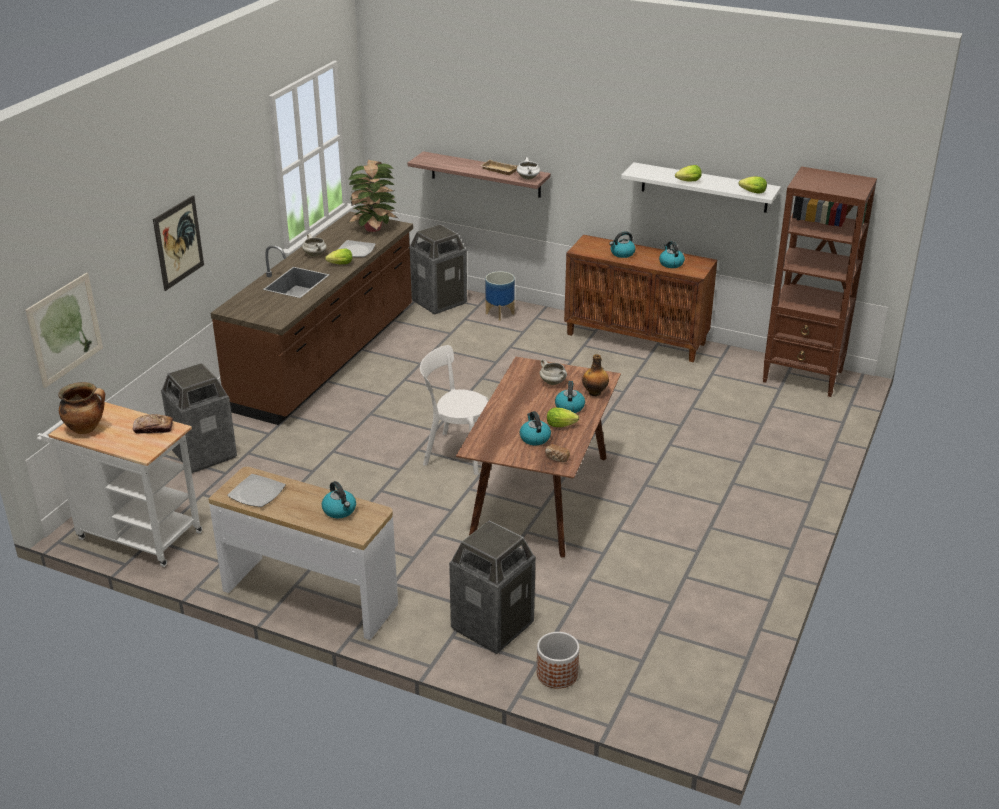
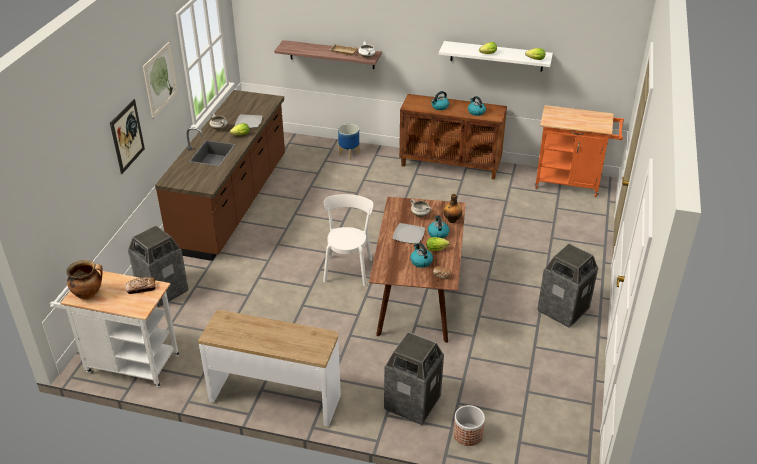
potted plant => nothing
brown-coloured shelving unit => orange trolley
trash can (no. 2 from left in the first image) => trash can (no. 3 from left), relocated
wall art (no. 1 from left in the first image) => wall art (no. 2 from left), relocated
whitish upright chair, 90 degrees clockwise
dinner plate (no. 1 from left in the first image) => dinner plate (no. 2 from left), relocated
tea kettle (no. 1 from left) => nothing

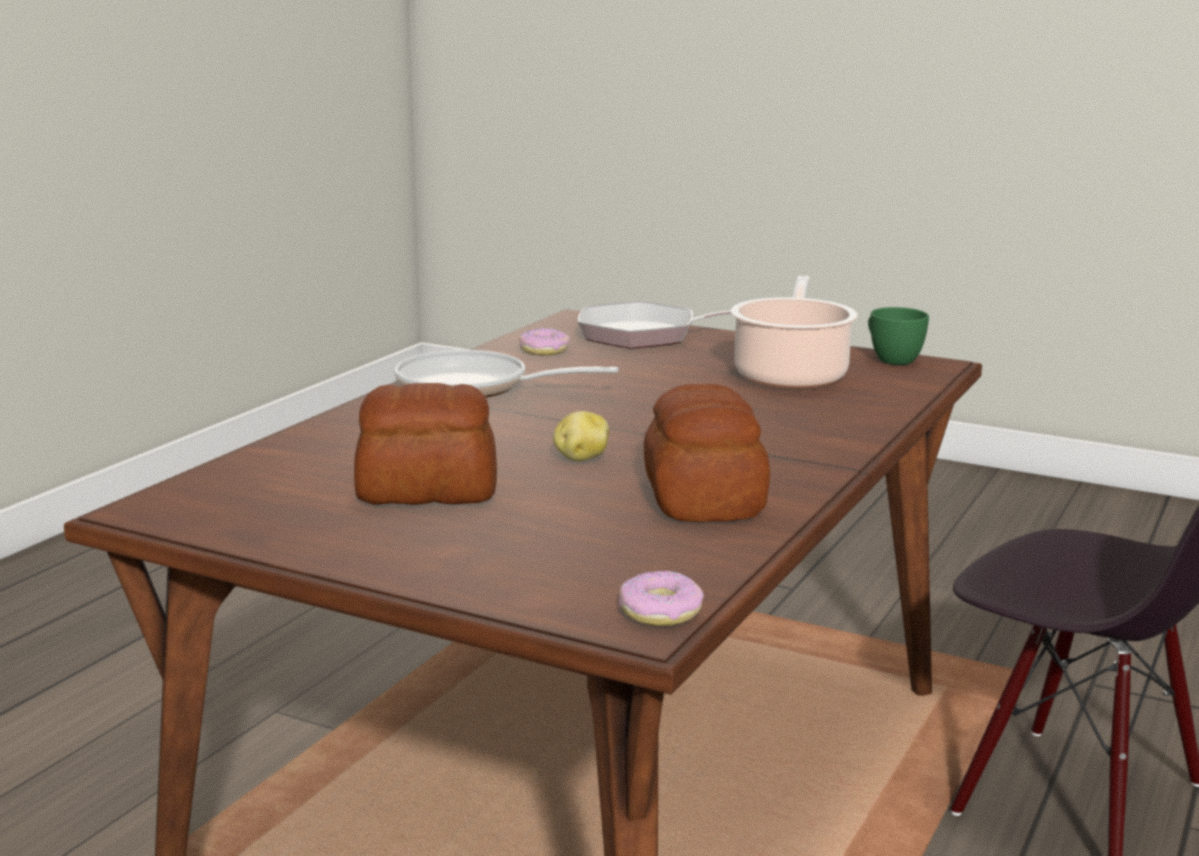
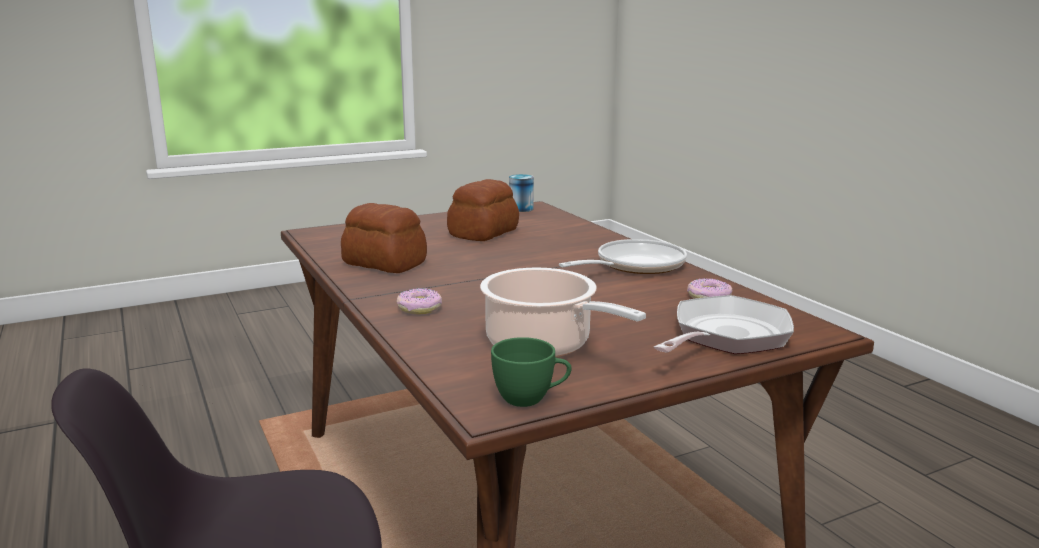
potato => nothing
ring doughnut (no. 2 from left in the first image) => ring doughnut (no. 1 from left), relocated
nothing => can

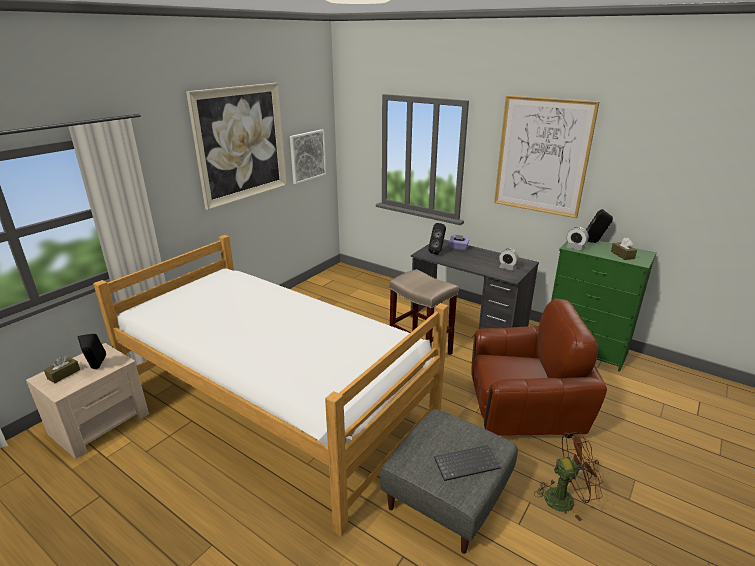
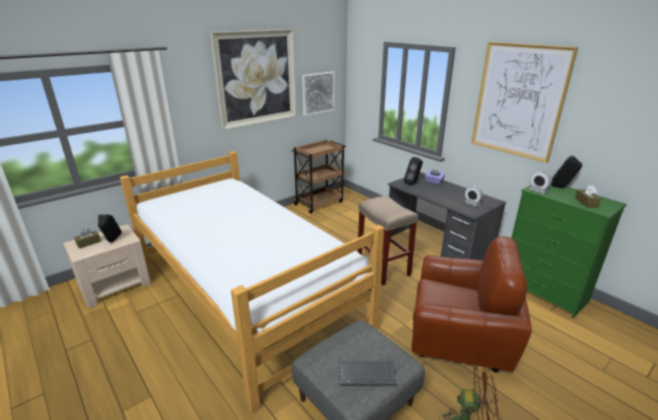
nothing => brown-coloured trolley

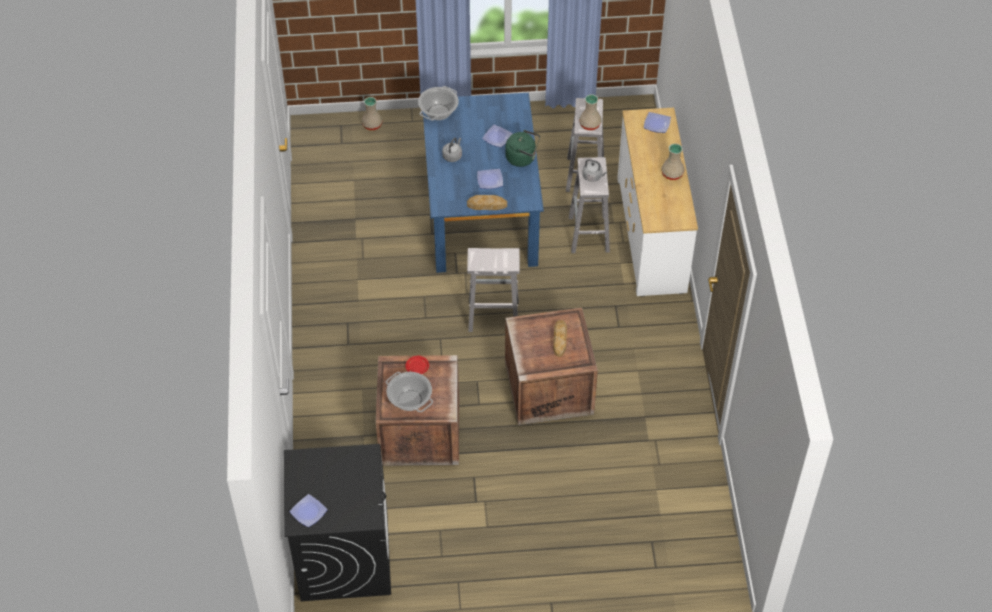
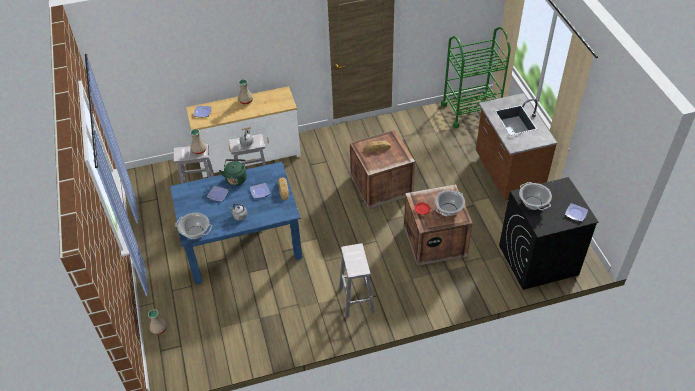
whitish sitting stool (no. 1 from left in the first image) => whitish sitting stool (no. 3 from left), relocated
nothing => green-coloured trolley
nothing => brown-coloured kitchen counter
nothing => cooking pot (no. 3 from left)

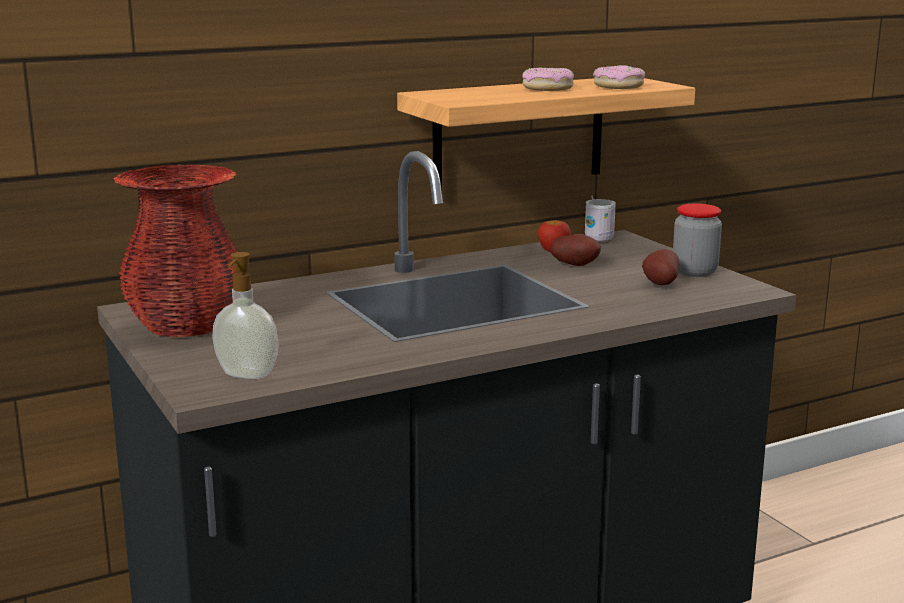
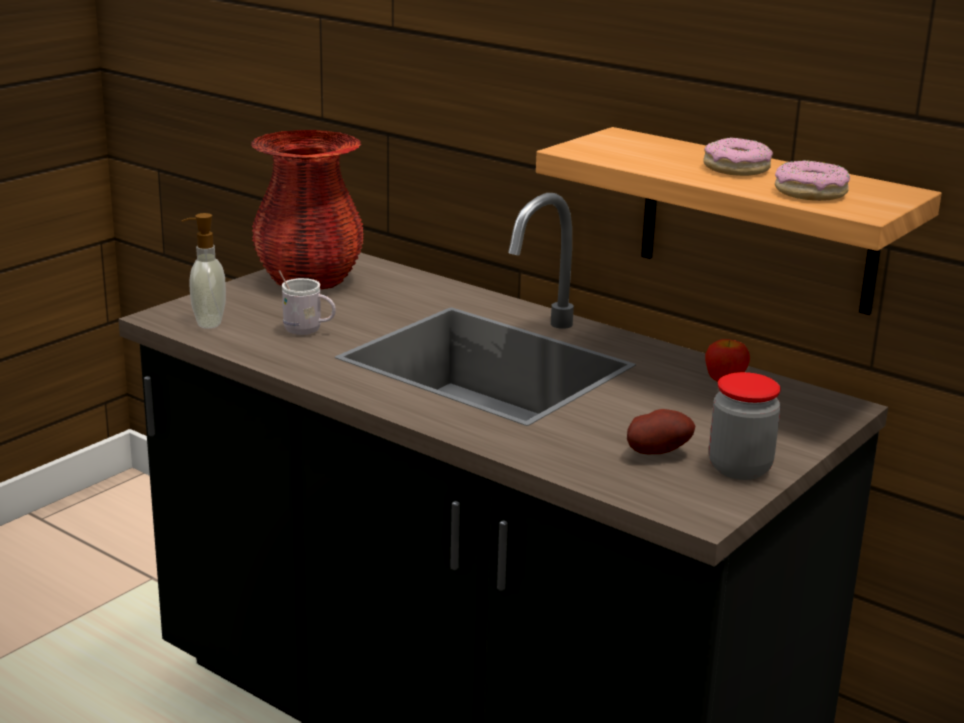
whitish mug, relocated
potato (no. 1 from left) => nothing

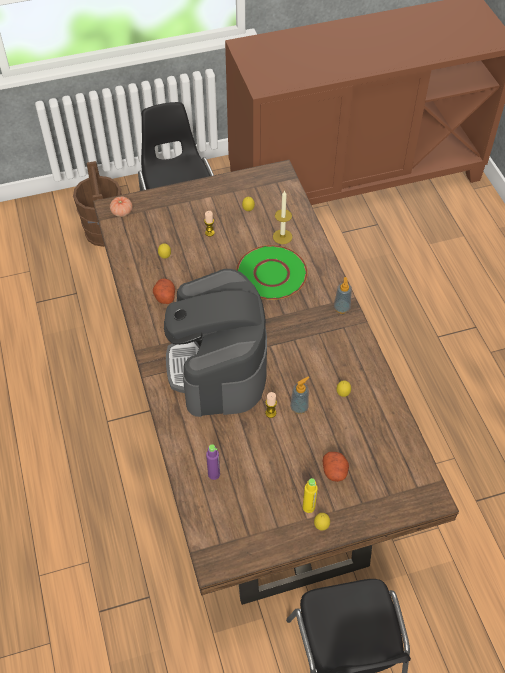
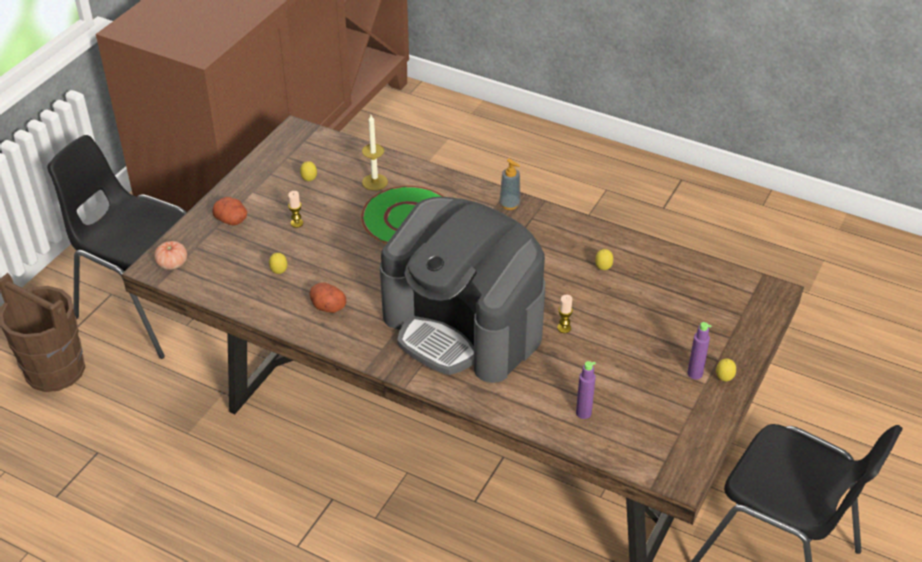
soap dispenser (no. 1 from left) => nothing
potato (no. 2 from left in the first image) => potato (no. 1 from left), relocated
yellowish bottle => purplish bottle (no. 2 from left)

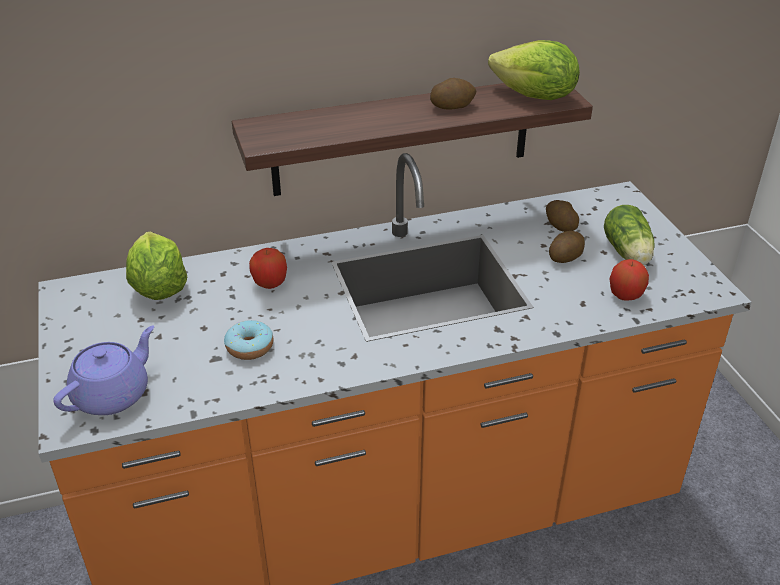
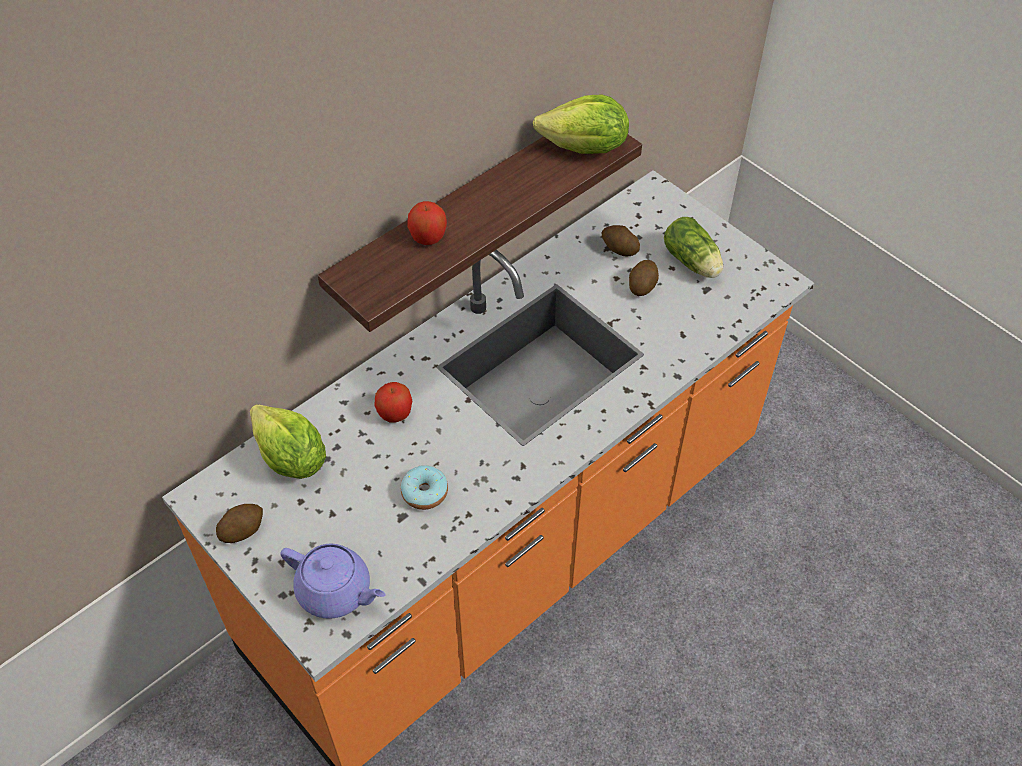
potato (no. 1 from left), relocated
apple (no. 2 from left), relocated
purplish pot for tea, 105 degrees clockwise

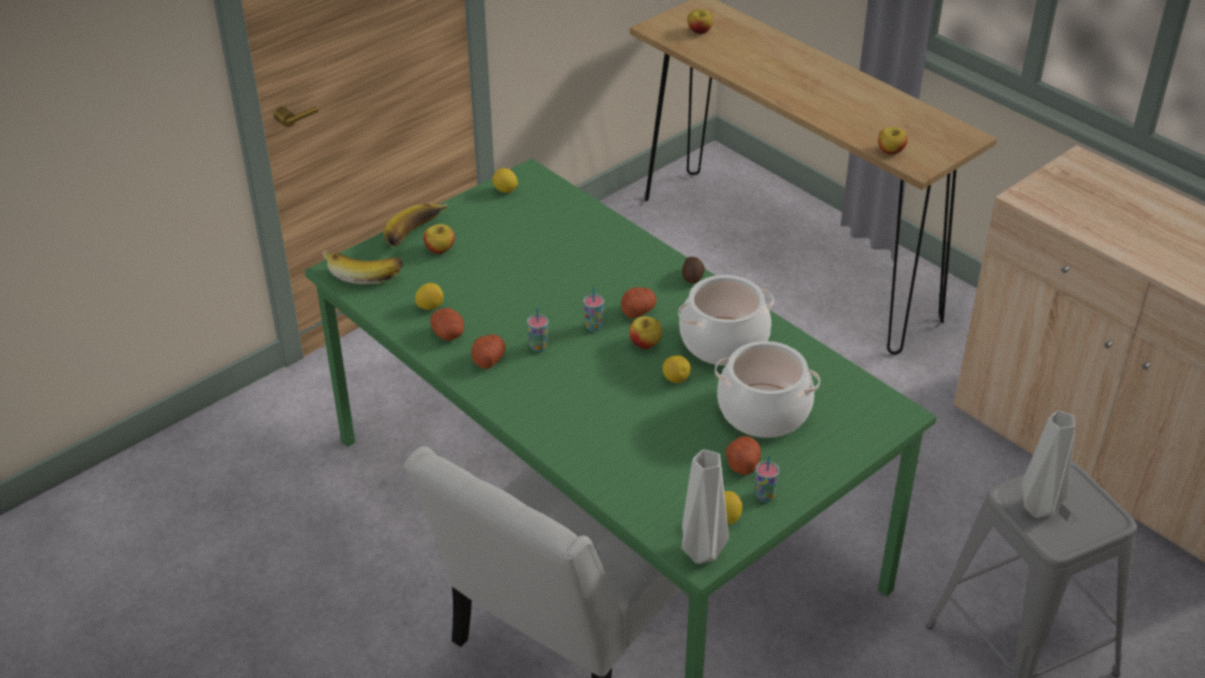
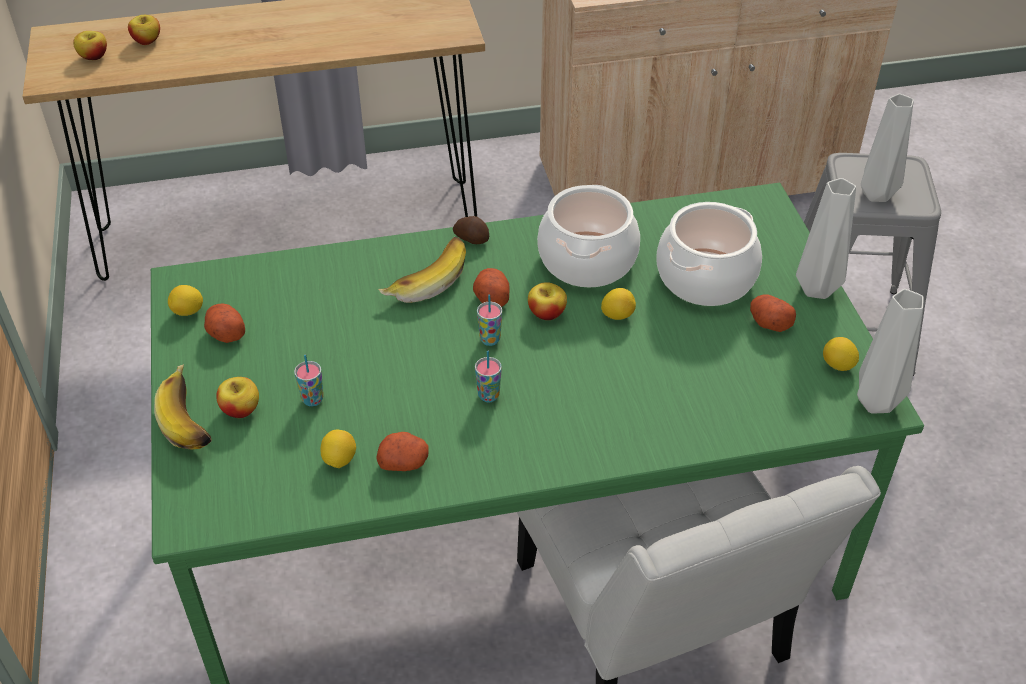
apple (no. 4 from left in the first image) => apple (no. 2 from left), relocated
whole banana (no. 1 from left in the first image) => whole banana (no. 2 from left), relocated
potato (no. 2 from left in the first image) => potato (no. 1 from left), relocated
small cup (no. 3 from left in the first image) => small cup (no. 1 from left), relocated
nothing => grey decorative vase (no. 1 from left)

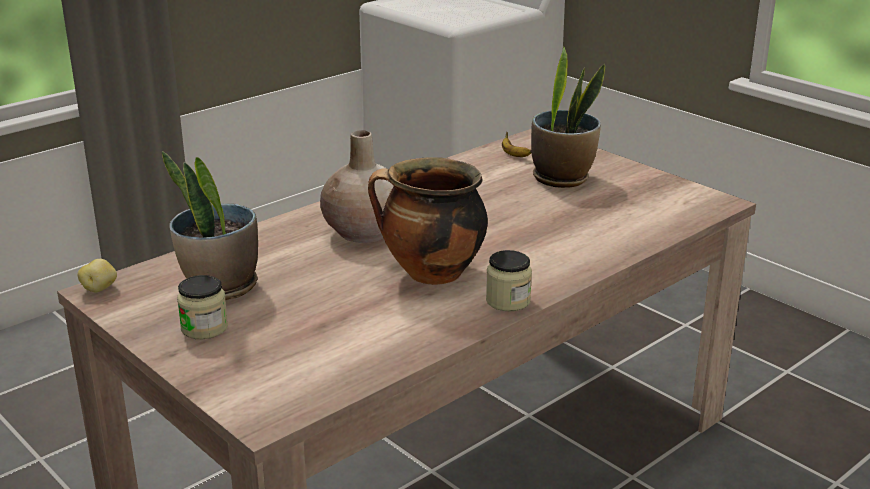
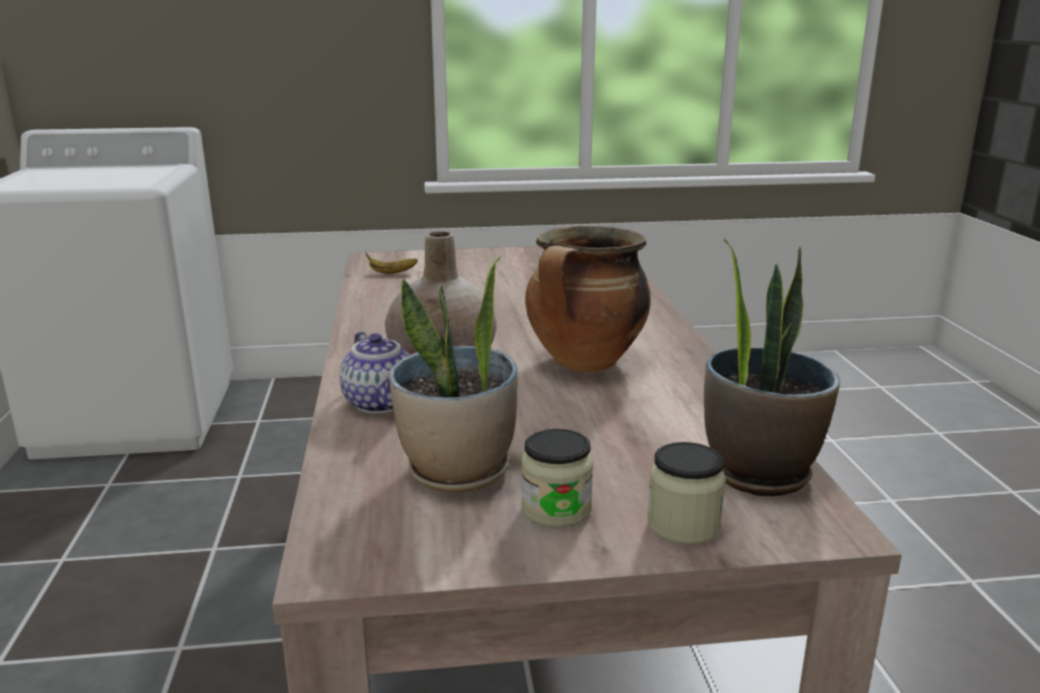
potted plant (no. 2 from left), relocated
preserve jar (no. 2 from left), relocated
potato => nothing
nothing => pot for tea

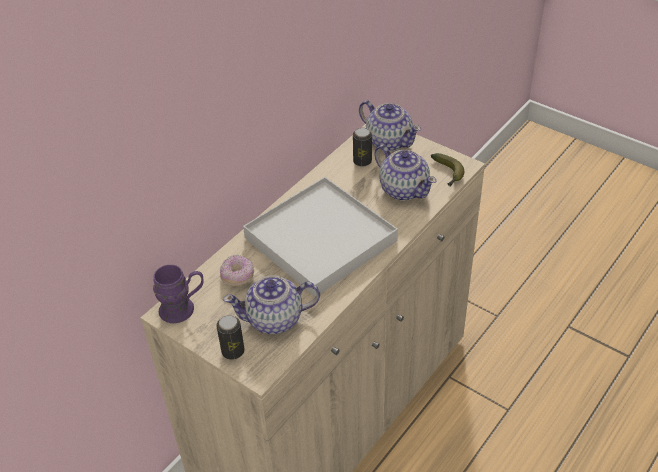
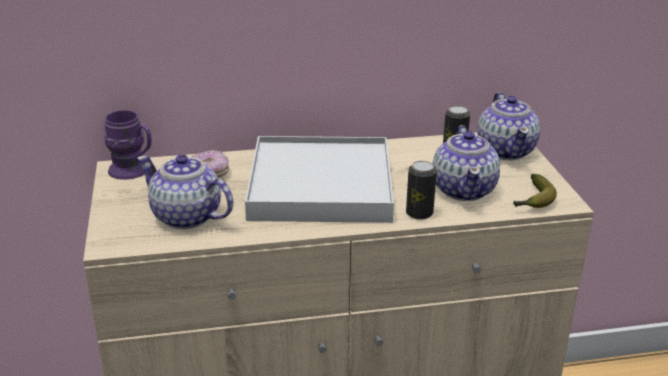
can (no. 1 from left), relocated

